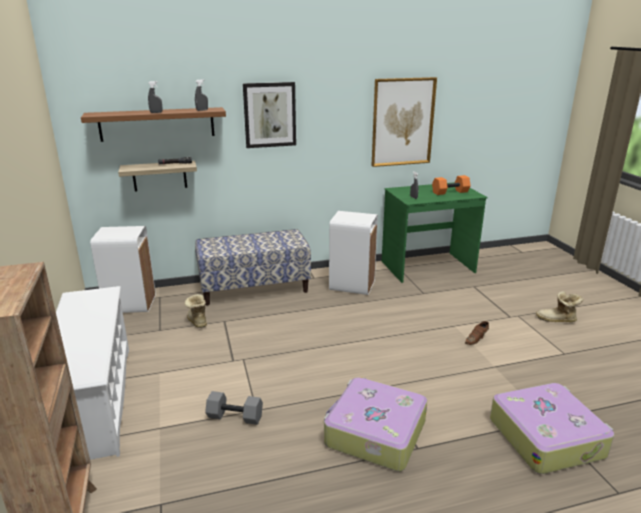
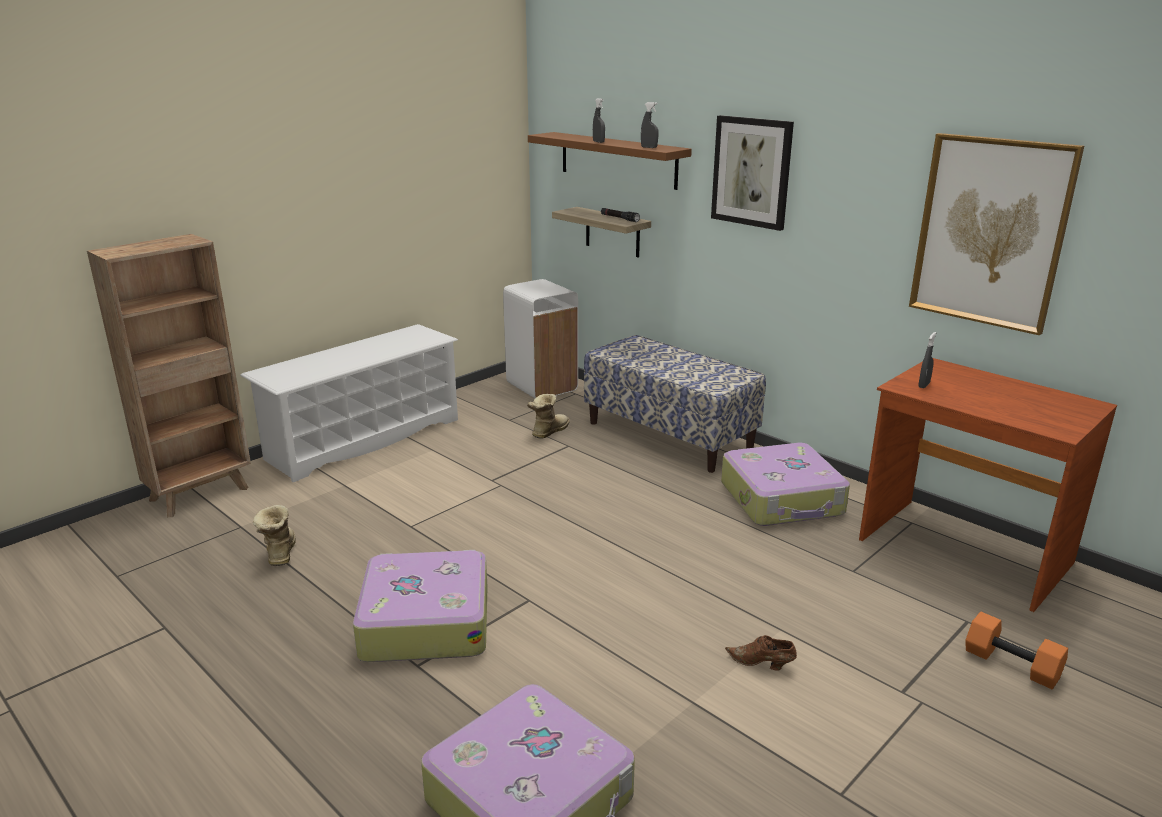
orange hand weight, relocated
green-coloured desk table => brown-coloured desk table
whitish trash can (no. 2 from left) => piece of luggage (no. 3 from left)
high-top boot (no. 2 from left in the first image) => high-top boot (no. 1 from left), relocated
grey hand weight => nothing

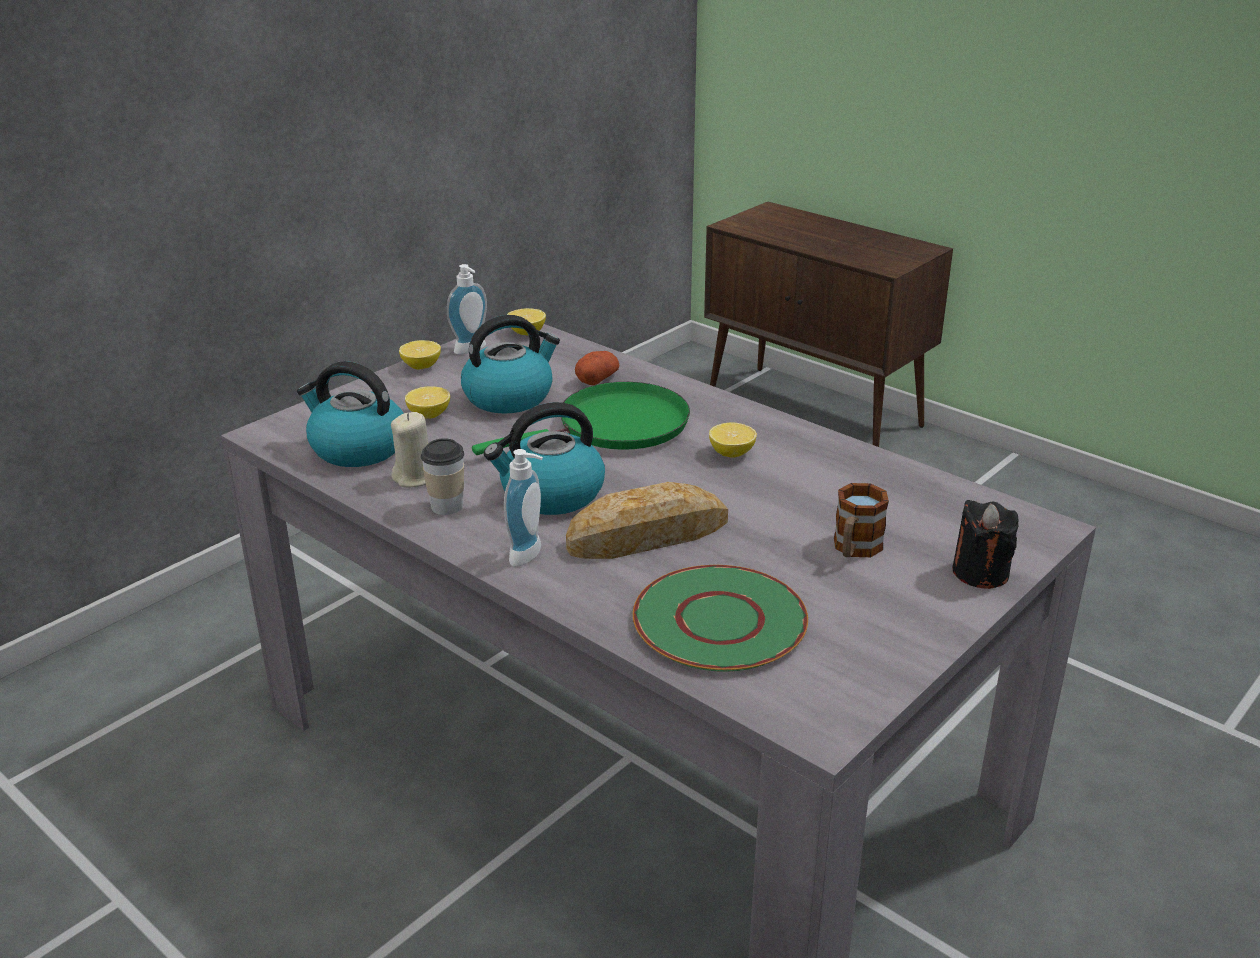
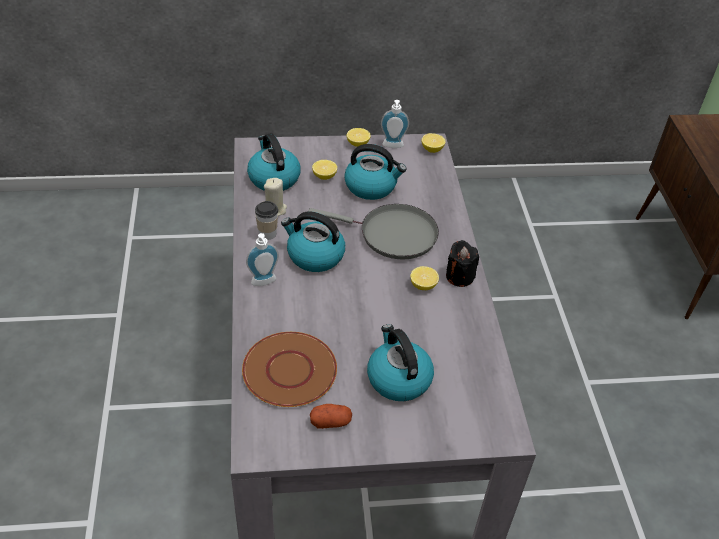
potato, relocated
green-coloured skillet => grey skillet
bakery bread => nothing
mug => tea kettle (no. 4 from left)
blackish wax candle, relocated
green-coloured dinner plate => brown-coloured dinner plate

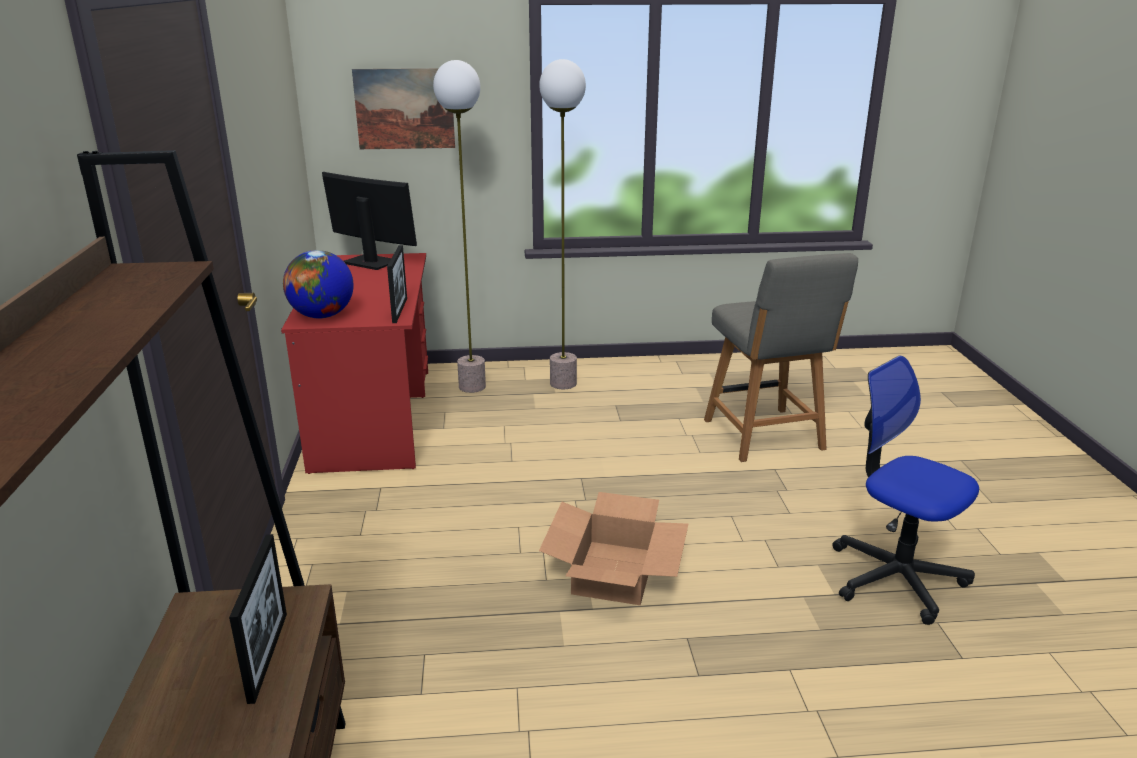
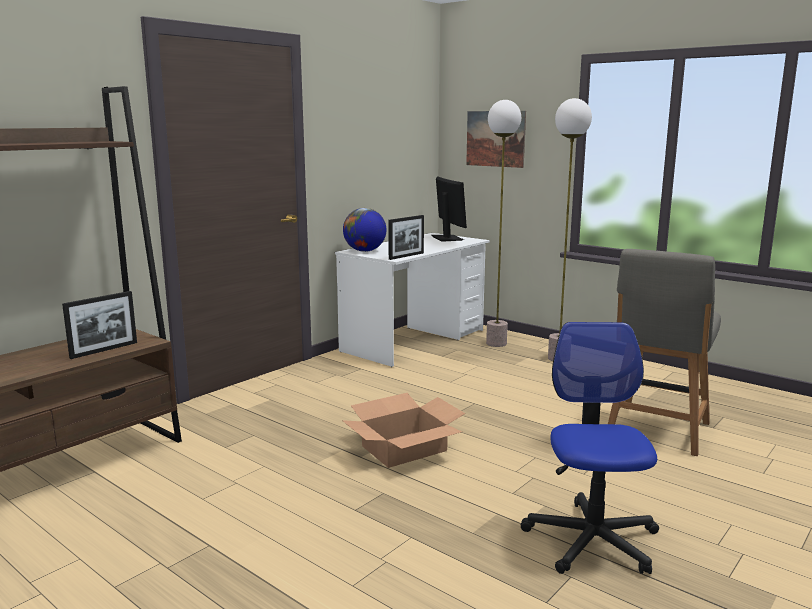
reddish desk table => whitish desk table

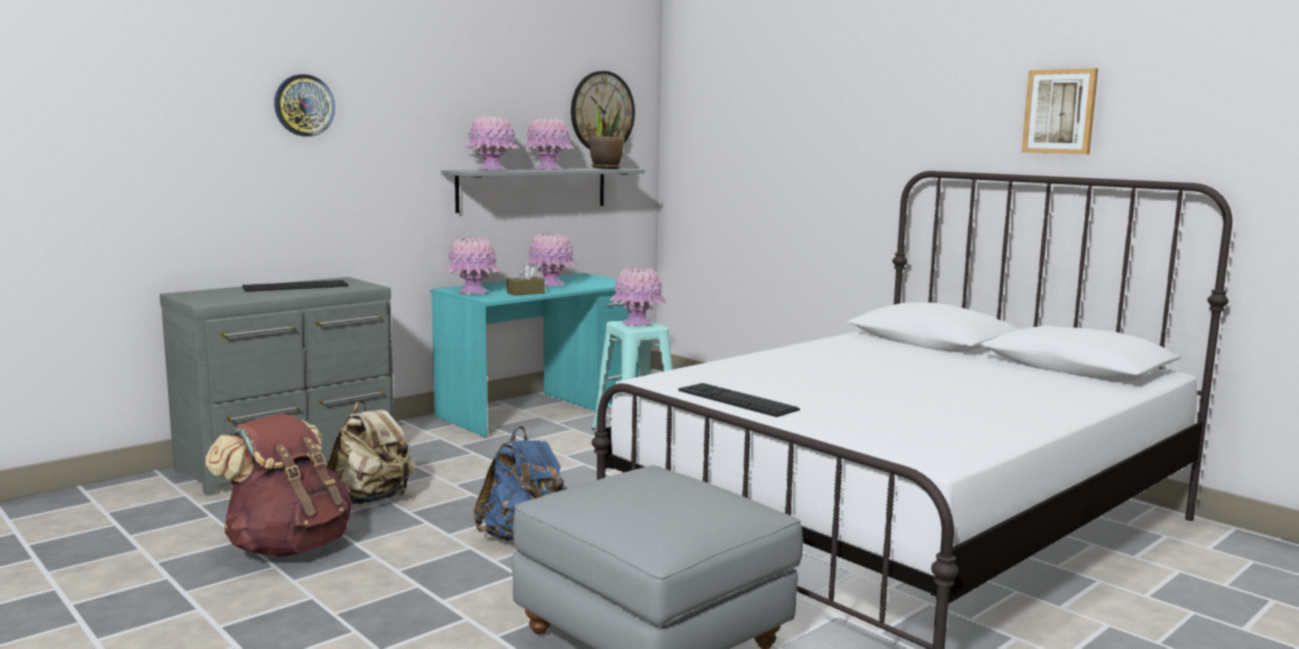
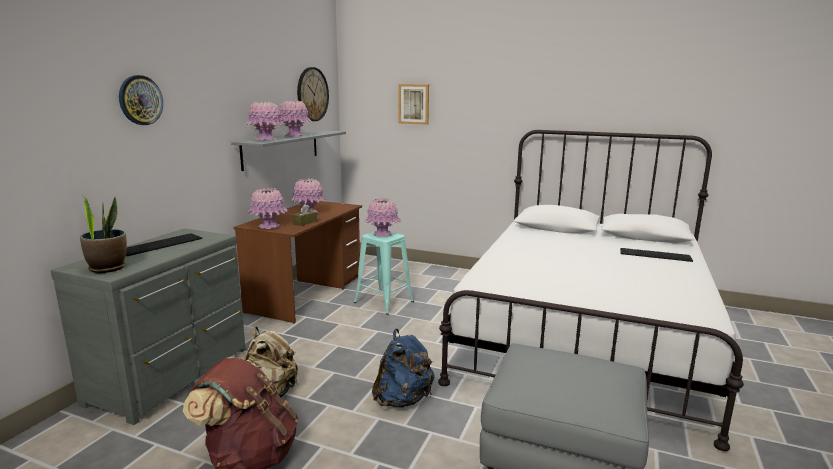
wall art, relocated
potted plant, relocated
blue-green desk table => brown-coloured desk table
PC keyboard (no. 2 from left), relocated

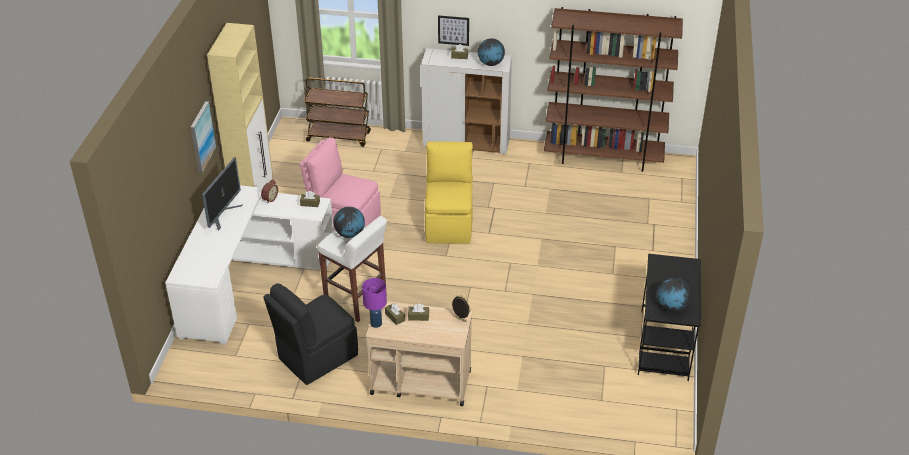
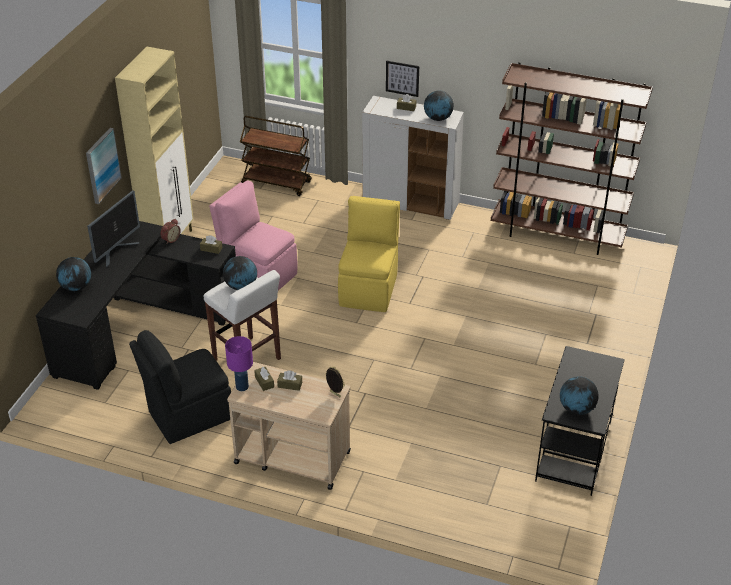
whitish desk table => blackish desk table (no. 1 from left)
nothing => world globe (no. 1 from left)

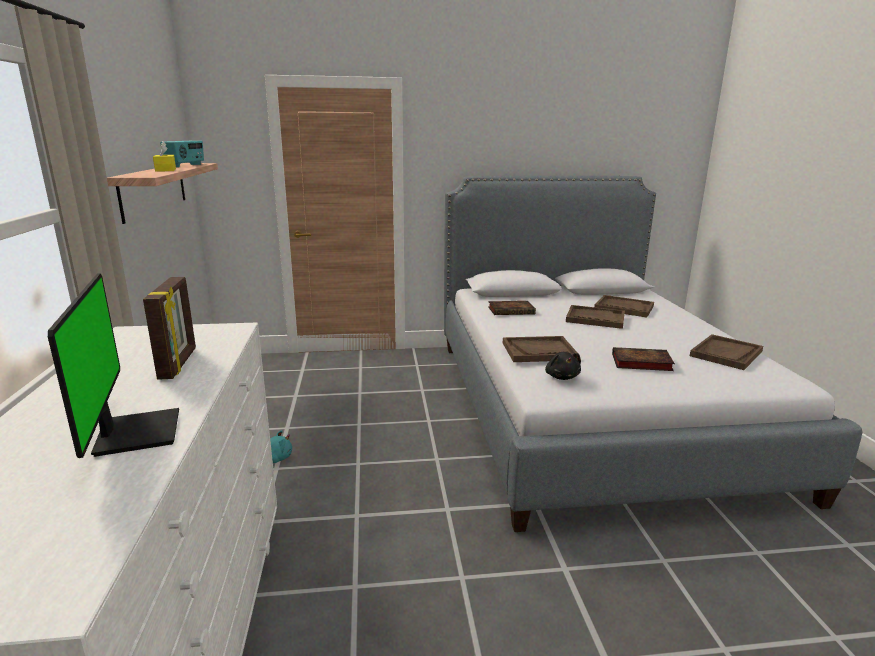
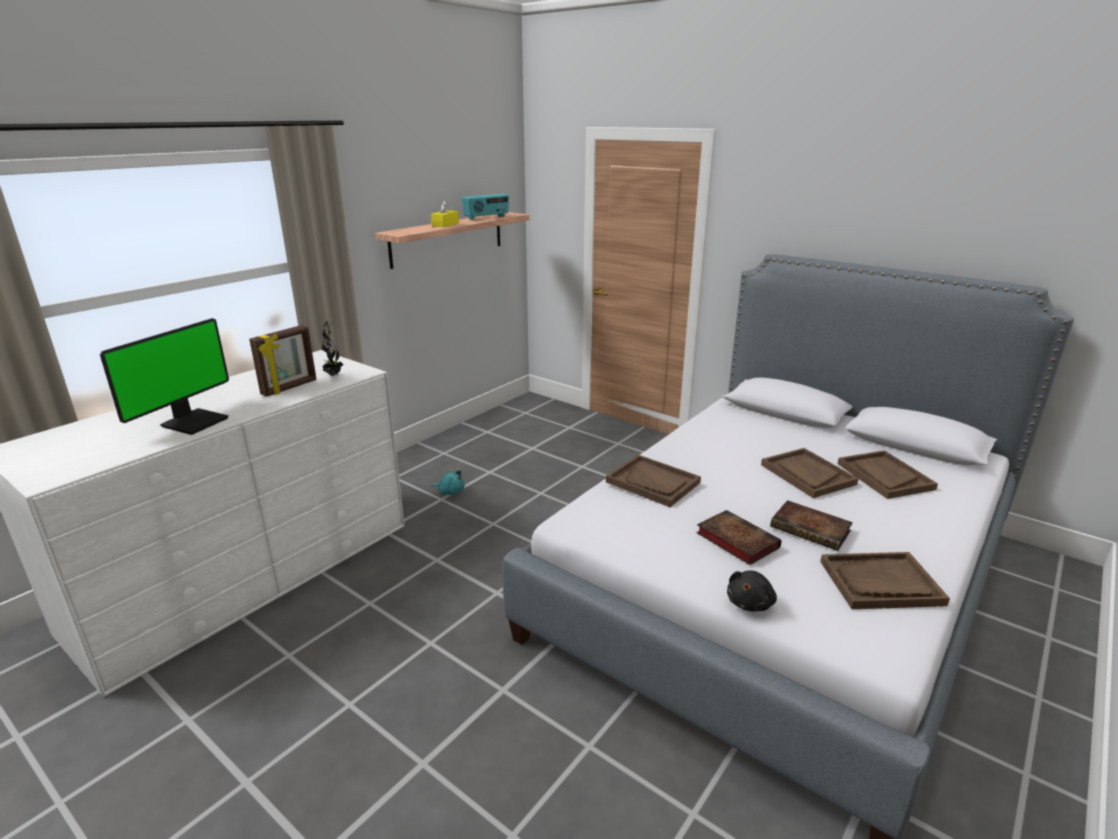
book (no. 1 from left in the first image) => book (no. 2 from left), relocated
blackish plush toy, relocated
nothing => potted plant

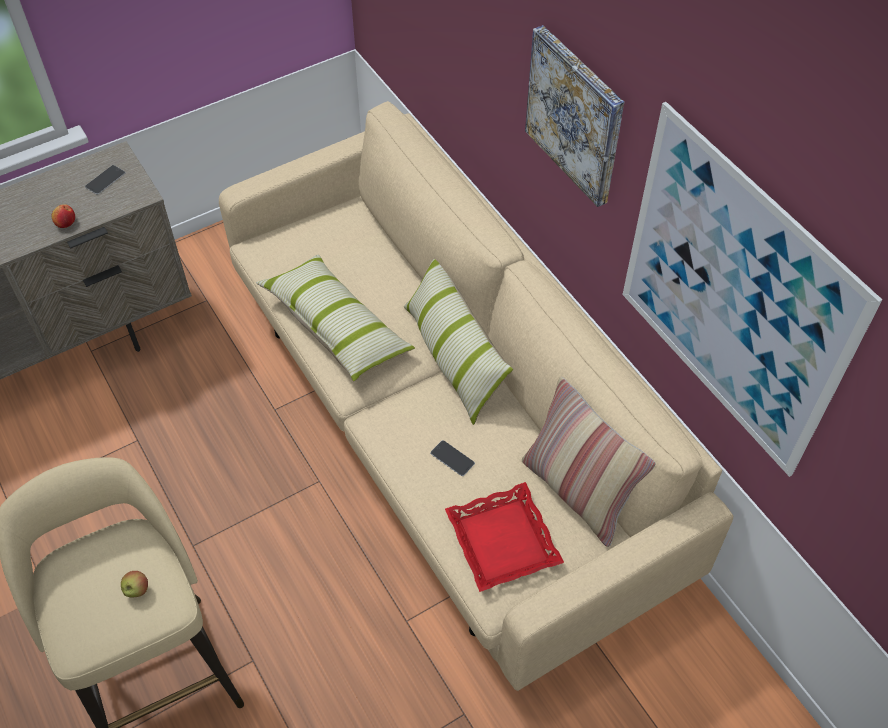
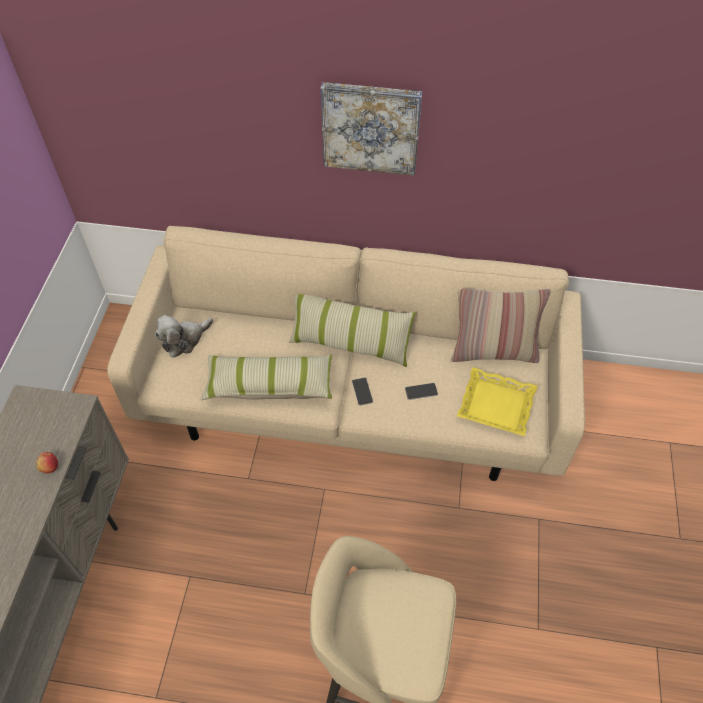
wall art (no. 2 from left) => nothing
phone (no. 1 from left), relocated
reddish carrying tray => yellowish carrying tray
apple (no. 2 from left) => nothing
nothing => plush toy

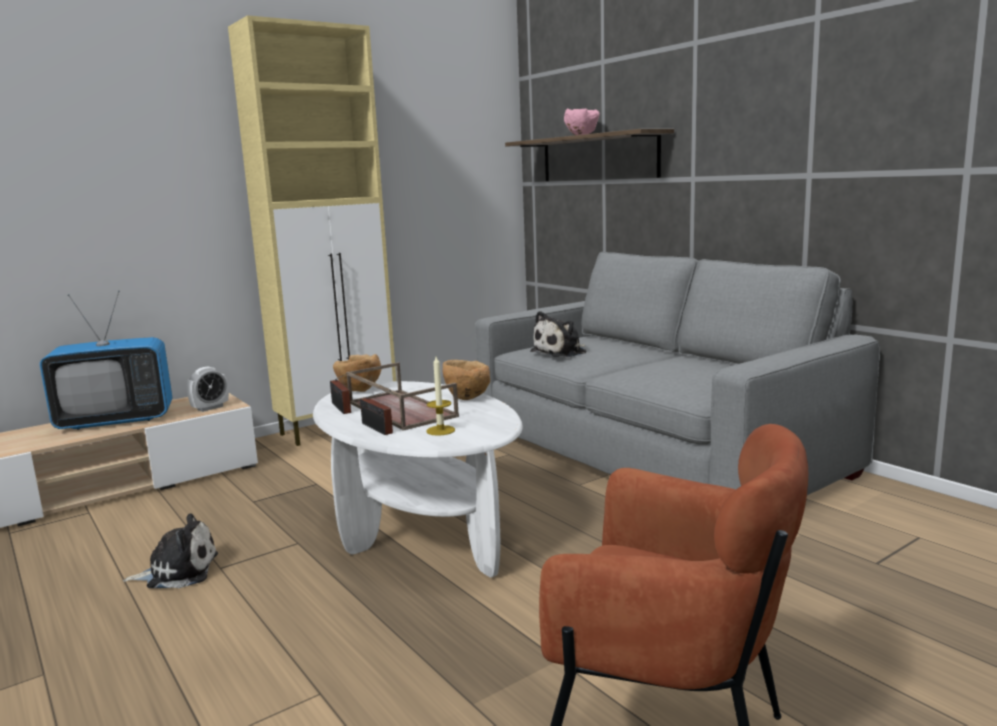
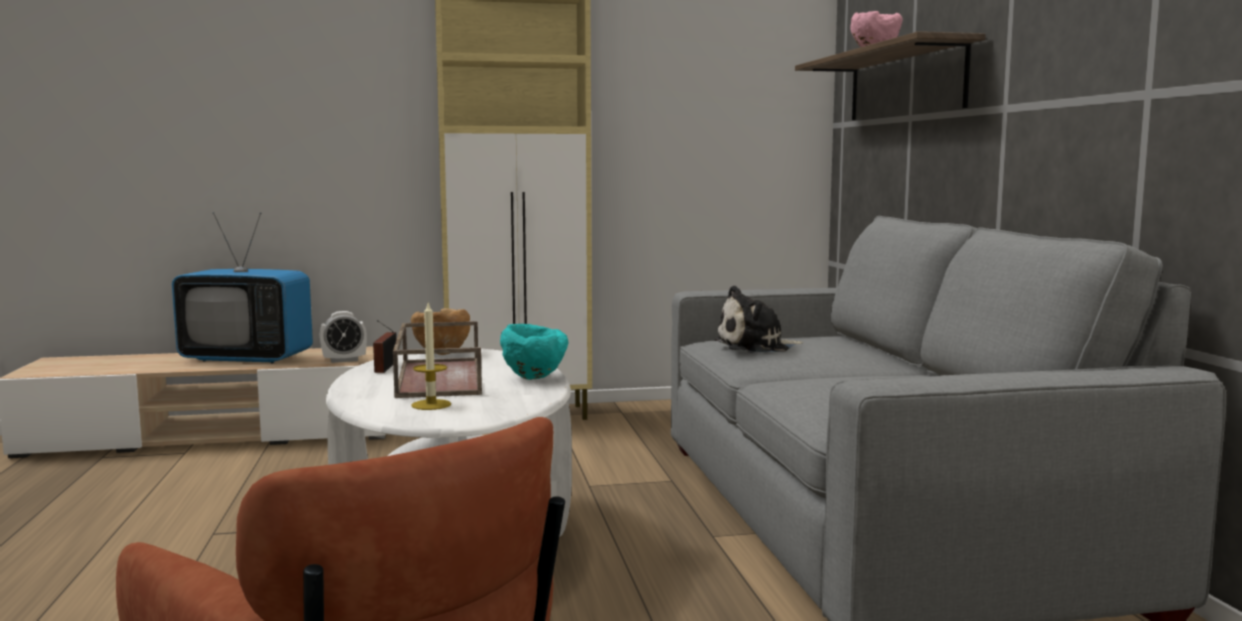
brown-coloured serving bowl (no. 2 from left) => blue-green serving bowl
radio receiver (no. 2 from left) => nothing
plush toy (no. 1 from left) => nothing

